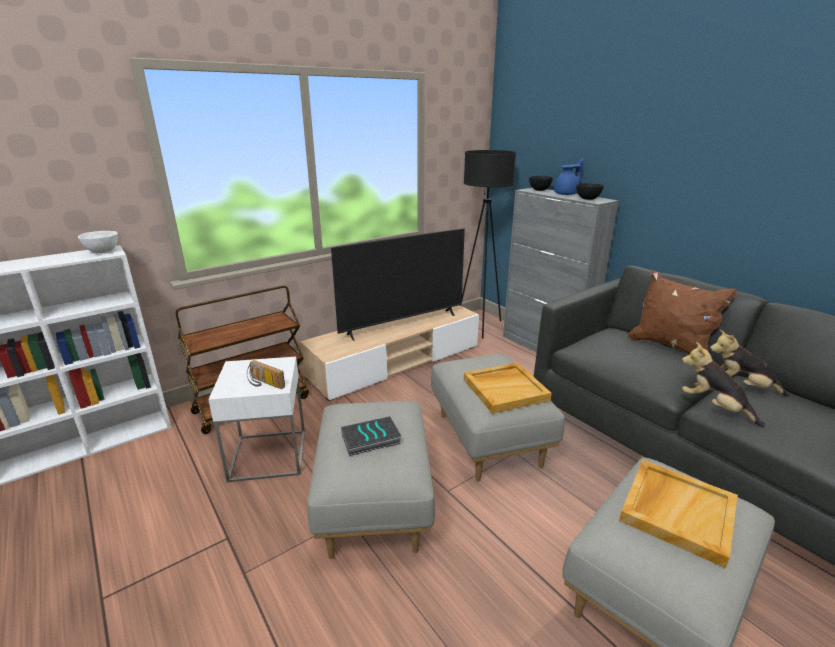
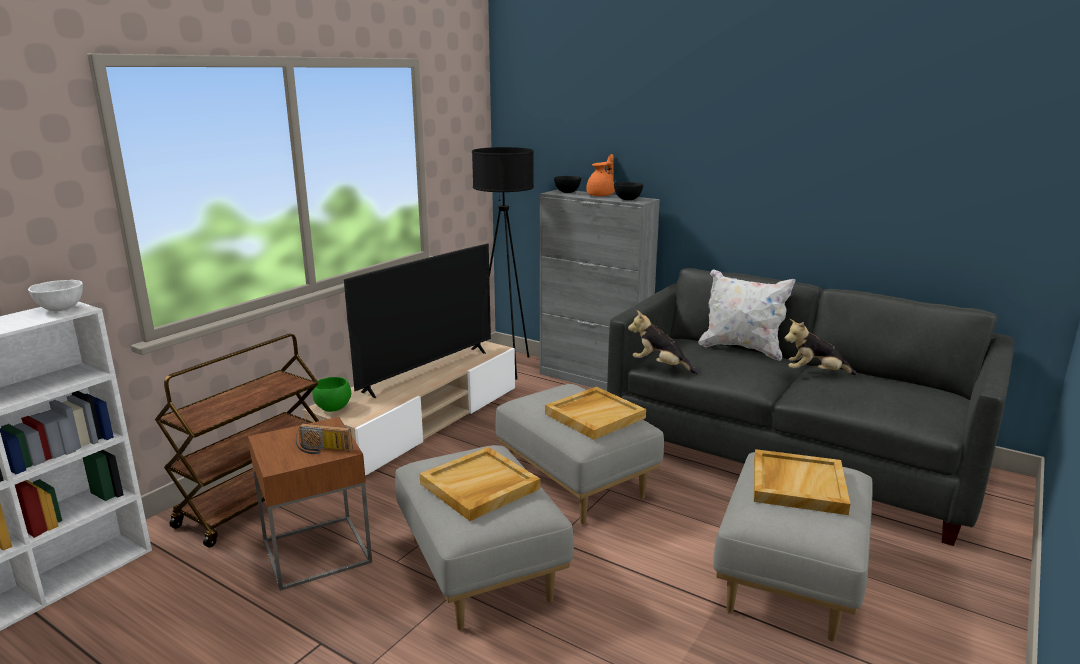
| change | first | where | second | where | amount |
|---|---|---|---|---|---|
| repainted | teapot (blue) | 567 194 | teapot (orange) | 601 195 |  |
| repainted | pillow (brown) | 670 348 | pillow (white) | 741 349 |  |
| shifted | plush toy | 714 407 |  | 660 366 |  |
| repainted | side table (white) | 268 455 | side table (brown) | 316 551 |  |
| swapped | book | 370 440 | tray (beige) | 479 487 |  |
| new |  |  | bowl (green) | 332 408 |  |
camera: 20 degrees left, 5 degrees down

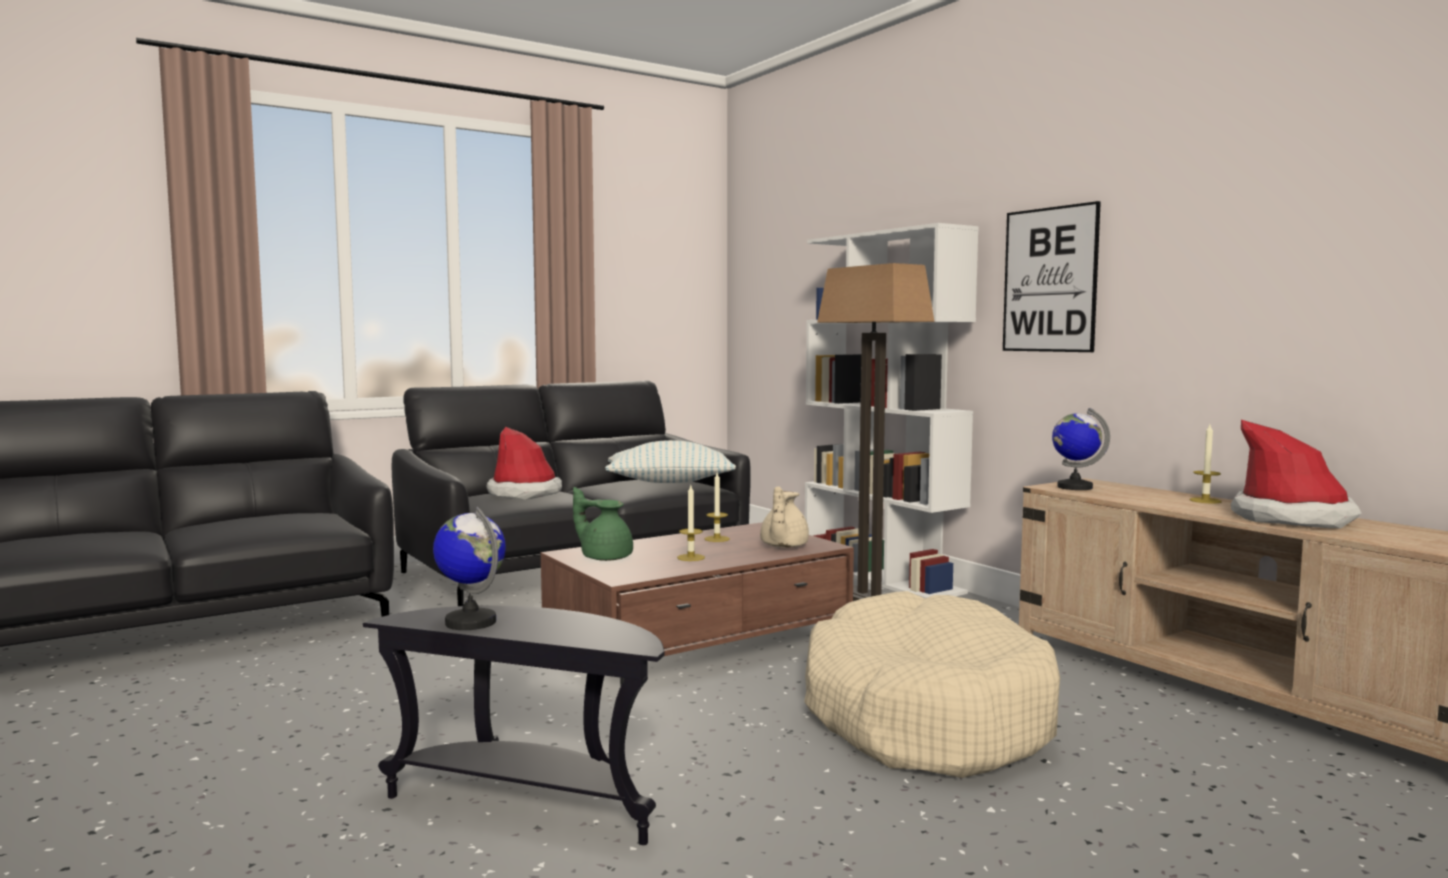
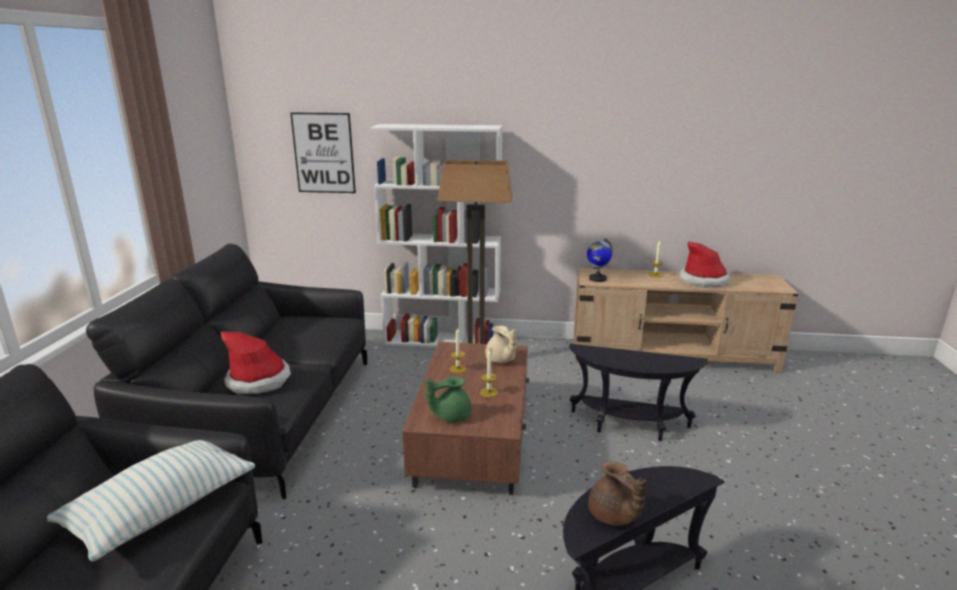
| change | first | where | second | where | amount |
|---|---|---|---|---|---|
| shifted | picture | 1049 280 |  | 324 153 |  |
| shifted | pillow | 670 482 |  | 162 510 |  |
| swapped | globe | 471 622 | teapot (brown) | 613 516 |  |
| swapped | dog bed (beige) | 924 716 | side table (black) | 629 426 |  |
camera: 50 degrees left, 15 degrees up

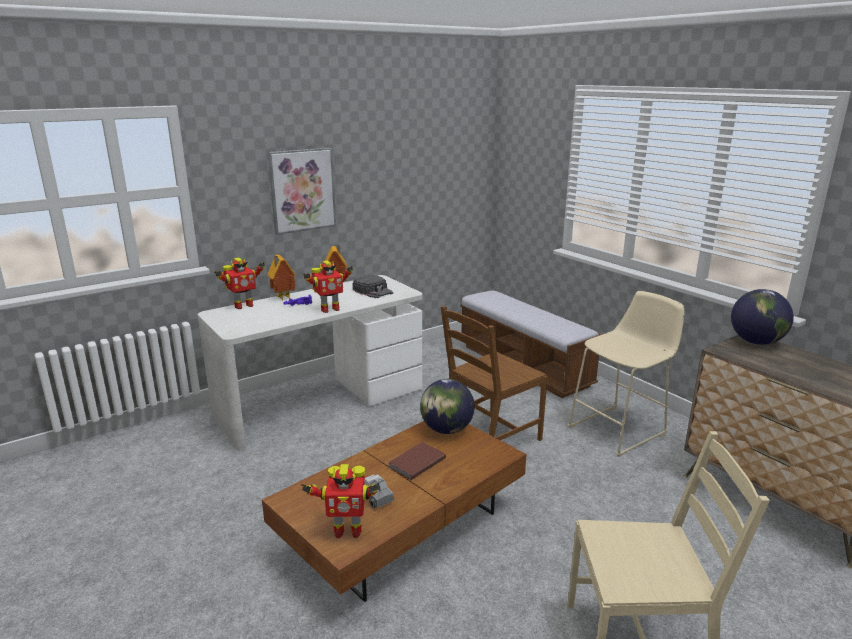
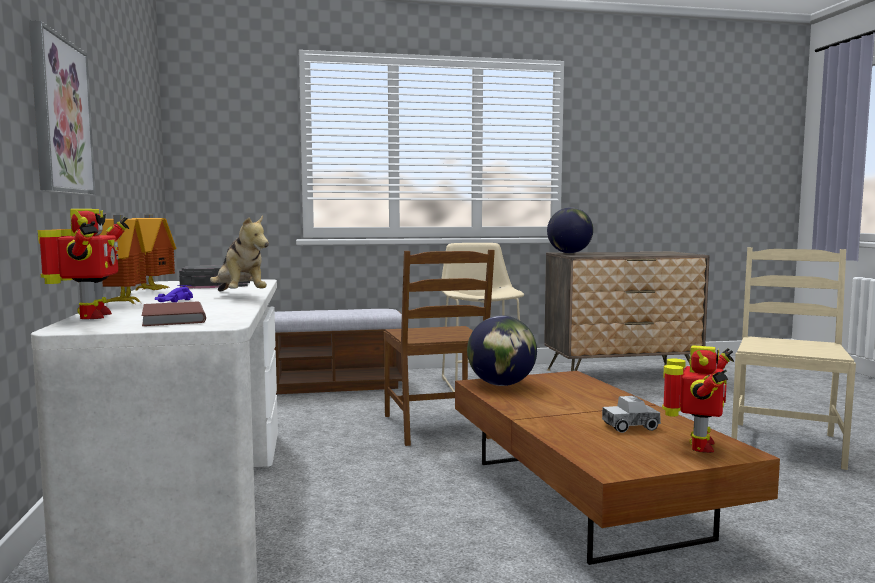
| change | first | where | second | where | amount |
|---|---|---|---|---|---|
| swapped | toy robot | 329 309 | plush toy | 240 296 |  |
| shifted | book (brown) | 415 462 |  | 171 318 |  |
camera: 65 degrees left, 15 degrees down

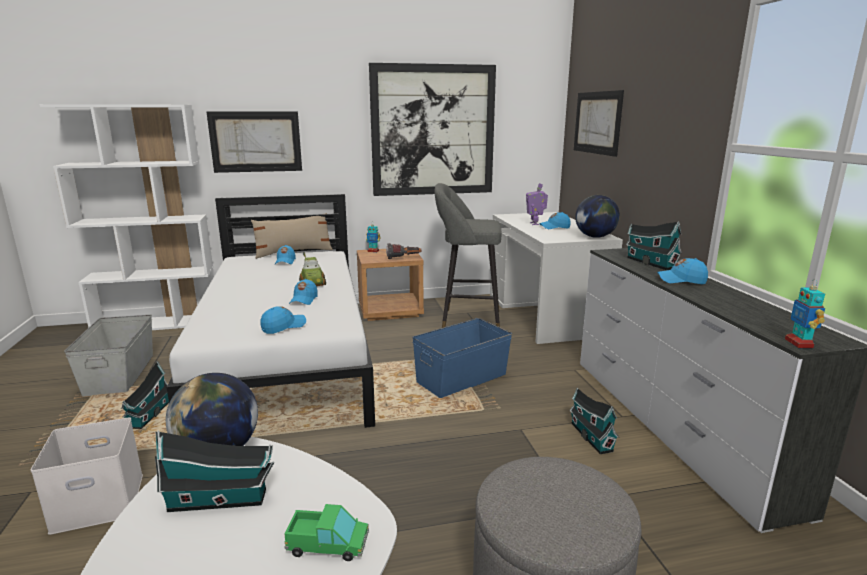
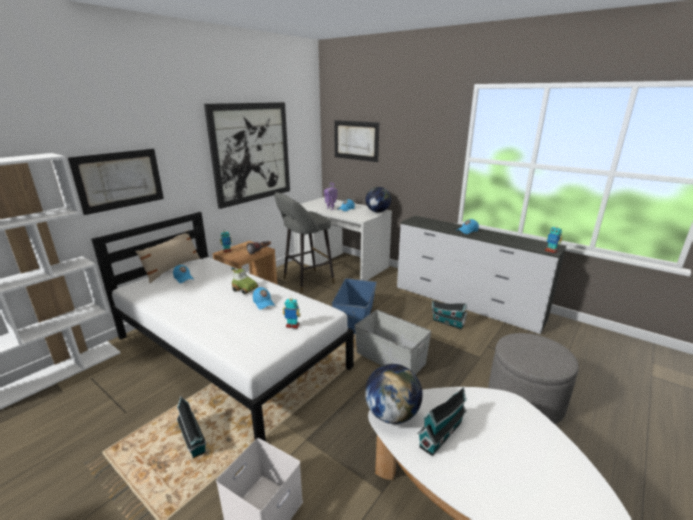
| change | first | where | second | where | amount |
|---|---|---|---|---|---|
| gone | toy house | 649 262 |  |  |  |
| swapped | cap (blue) | 283 327 | toy robot | 292 326 |  |
| shifted | storage box (grey) | 121 374 |  | 390 357 |  |
| gone | toy truck | 328 544 |  |  |  |
camera: 40 degrees left, 5 degrees up

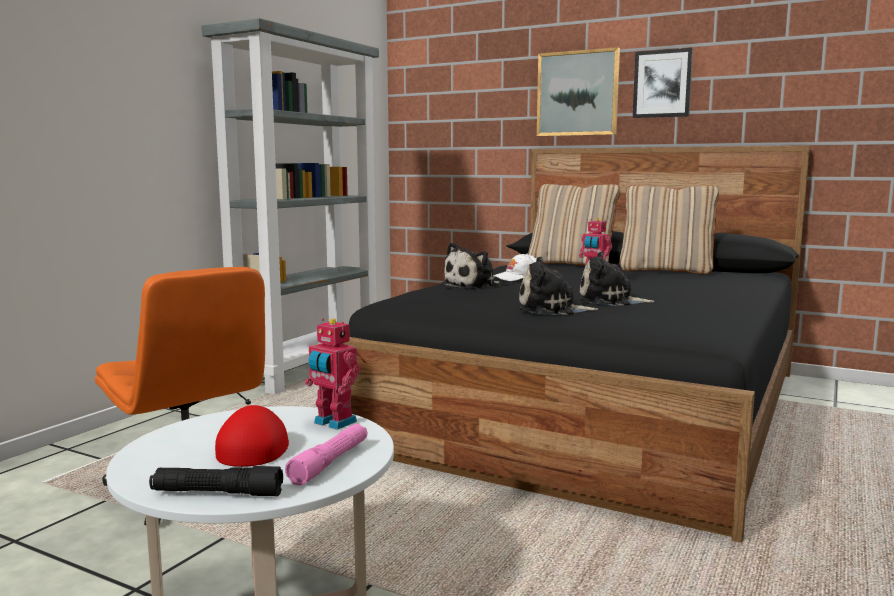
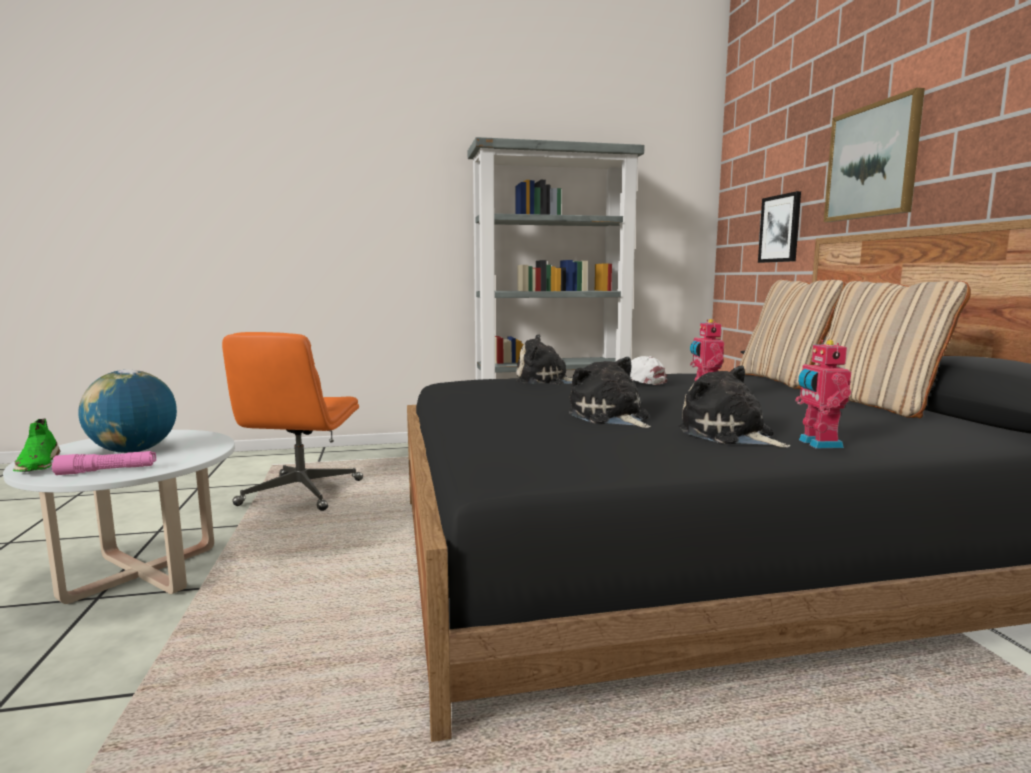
| change | first | where | second | where | amount |
|---|---|---|---|---|---|
| shifted | picture | 662 84 |  | 780 228 |  |
| shifted | plush toy | 551 310 |  | 729 435 |  |
| shifted | toy robot | 333 423 |  | 817 443 |  |
| swapped | cap (red) | 255 446 | globe | 133 451 |  |
| swapped | flashlight (black) | 217 493 | shoe (green) | 38 465 |  |
camera: 50 degrees right, 0 degrees up

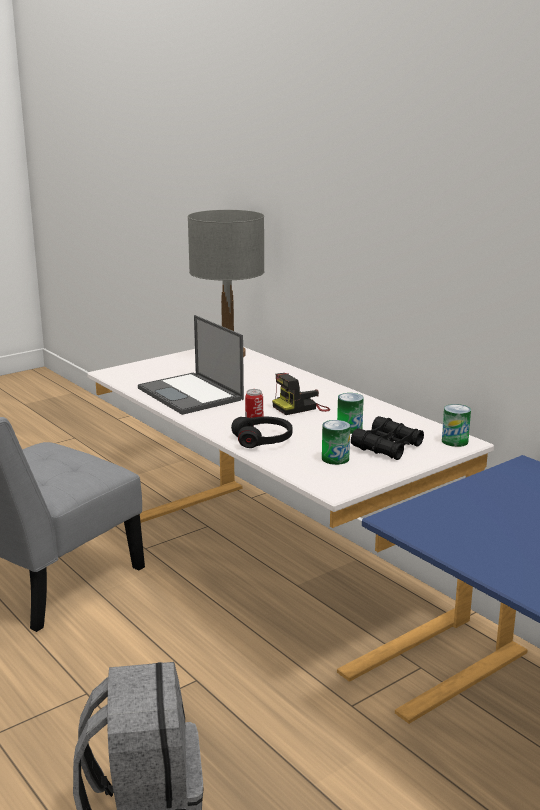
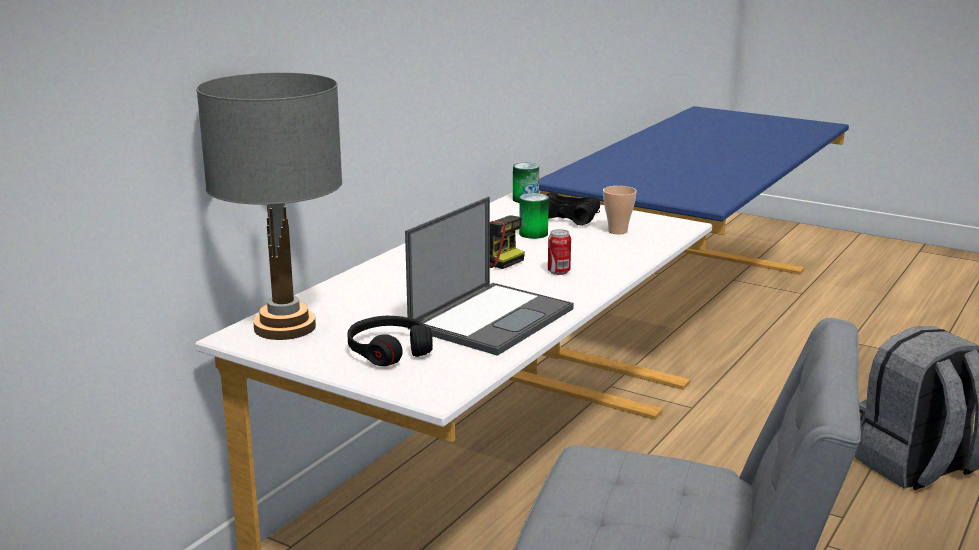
| change | first | where | second | where | amount |
|---|---|---|---|---|---|
| shifted | headphones (black) | 263 440 |  | 389 351 |  |
| swapped | can | 335 459 | cup | 618 231 |  |
camera: 110 degrees left, 0 degrees up

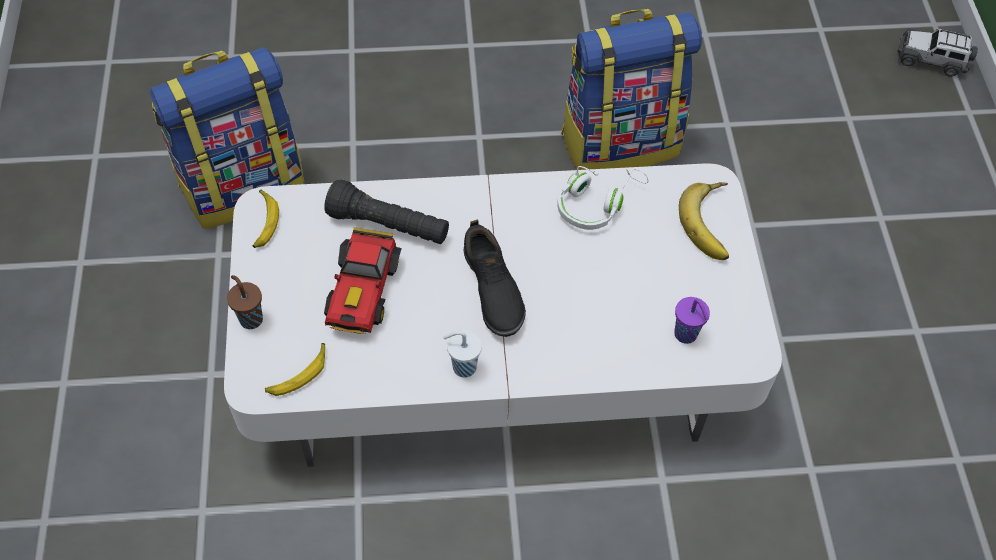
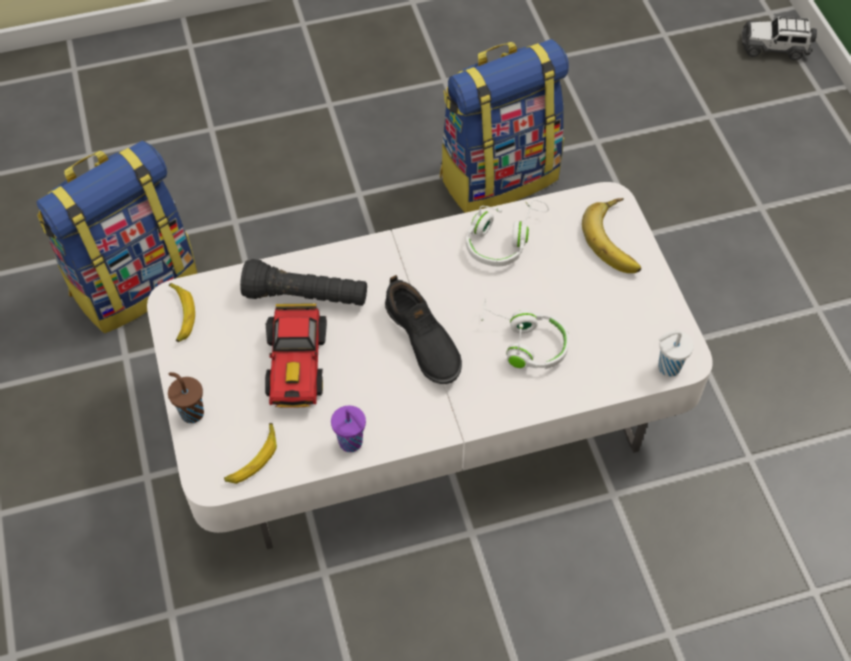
| change | first | where | second | where | amount |
|---|---|---|---|---|---|
| shifted | cup (purple) | 686 335 |  | 351 443 |  |
| shifted | cup (white) | 462 367 |  | 667 367 |  |
| new |  |  | headphones (white) | 523 342 |  |
camera: 10 degrees left, 0 degrees up

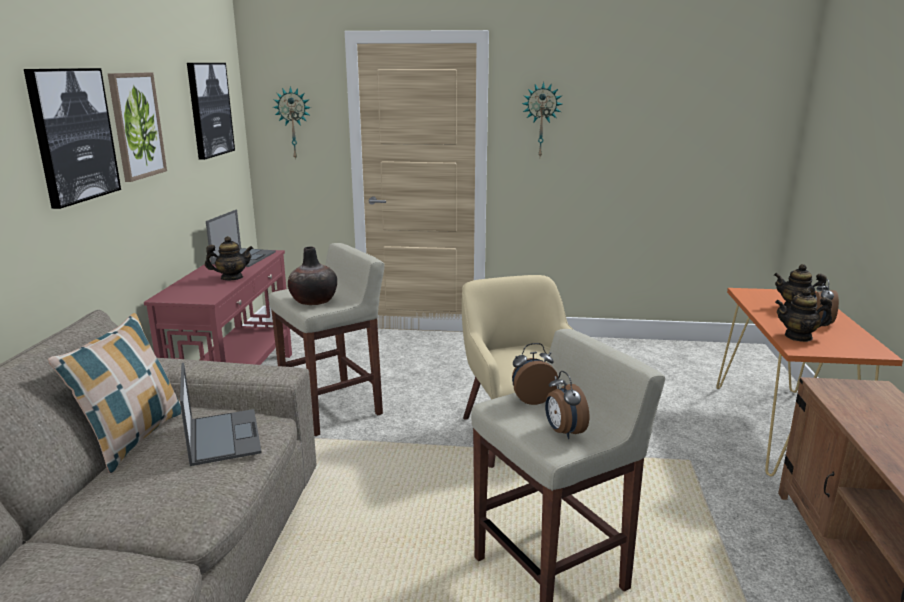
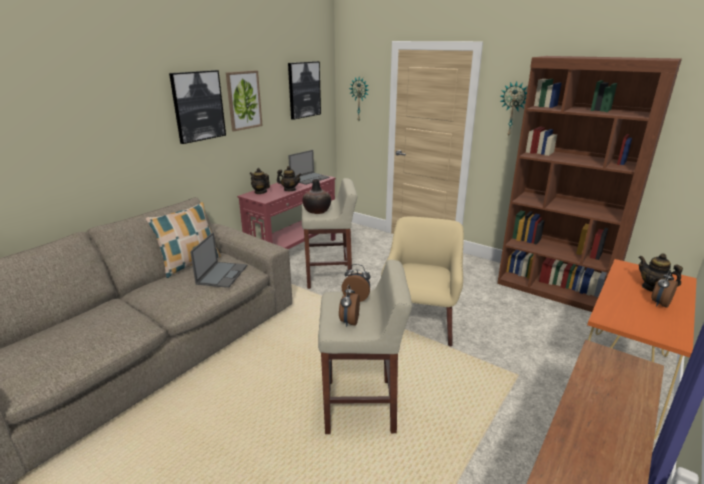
| change | first | where | second | where | amount |
|---|---|---|---|---|---|
| shifted | teapot | 798 336 |  | 260 192 |  |
| new |  |  | bookcase (brown) | 554 290 |  |
camera: 30 degrees right, 5 degrees up

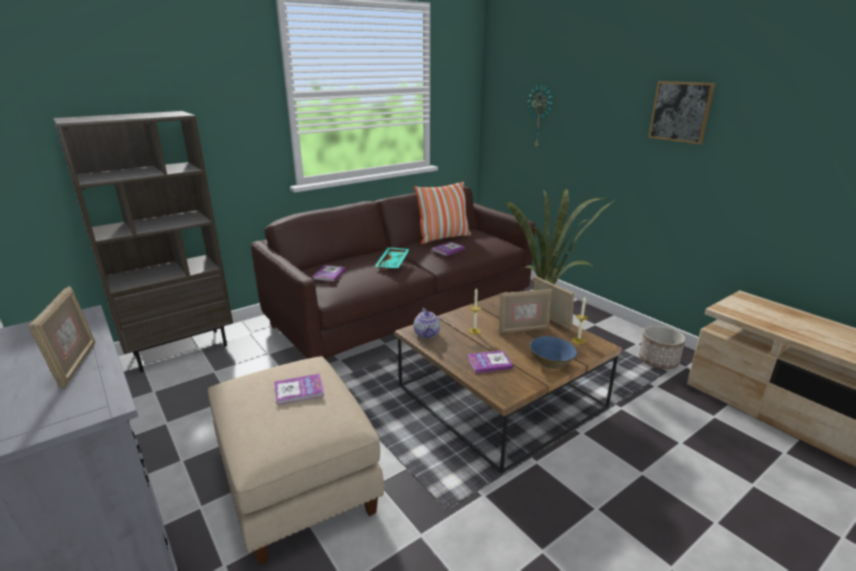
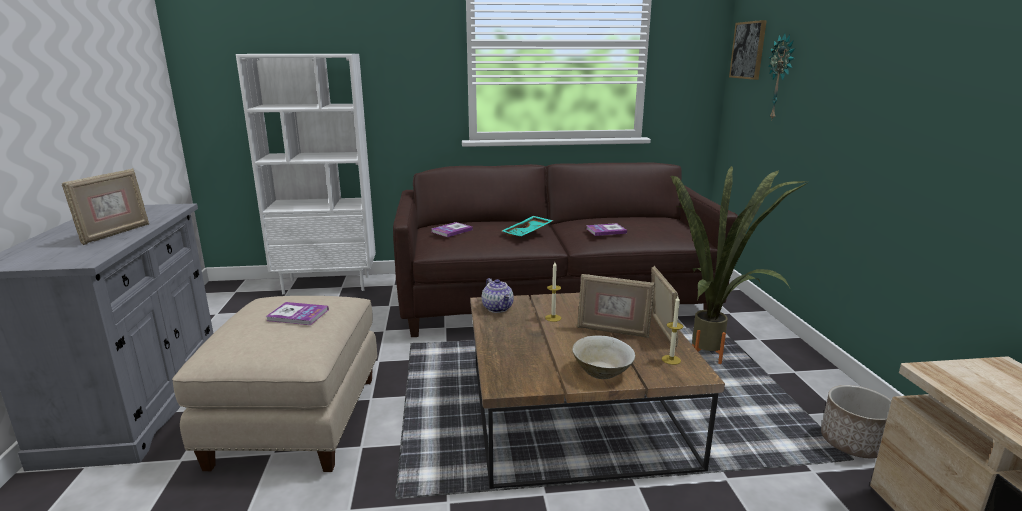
| change | first | where | second | where | amount |
|---|---|---|---|---|---|
| shifted | picture | 680 111 |  | 748 50 |  |
| repainted | bookcase (brown) | 181 349 | bookcase (white) | 327 284 |  |
| gone | pillow | 443 238 |  |  |  |
| rotated | teapot | 427 334 |  | 498 308 | 45 degrees counterclockwise |
| repainted | bowl (blue) | 551 363 | bowl (beige) | 602 372 |  |
| gone | book | 489 363 |  |  |  |
camera: 30 degrees right, 5 degrees down

